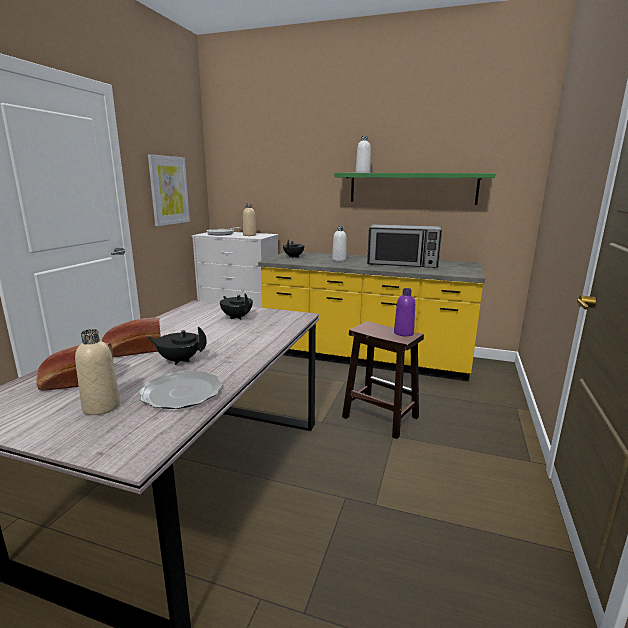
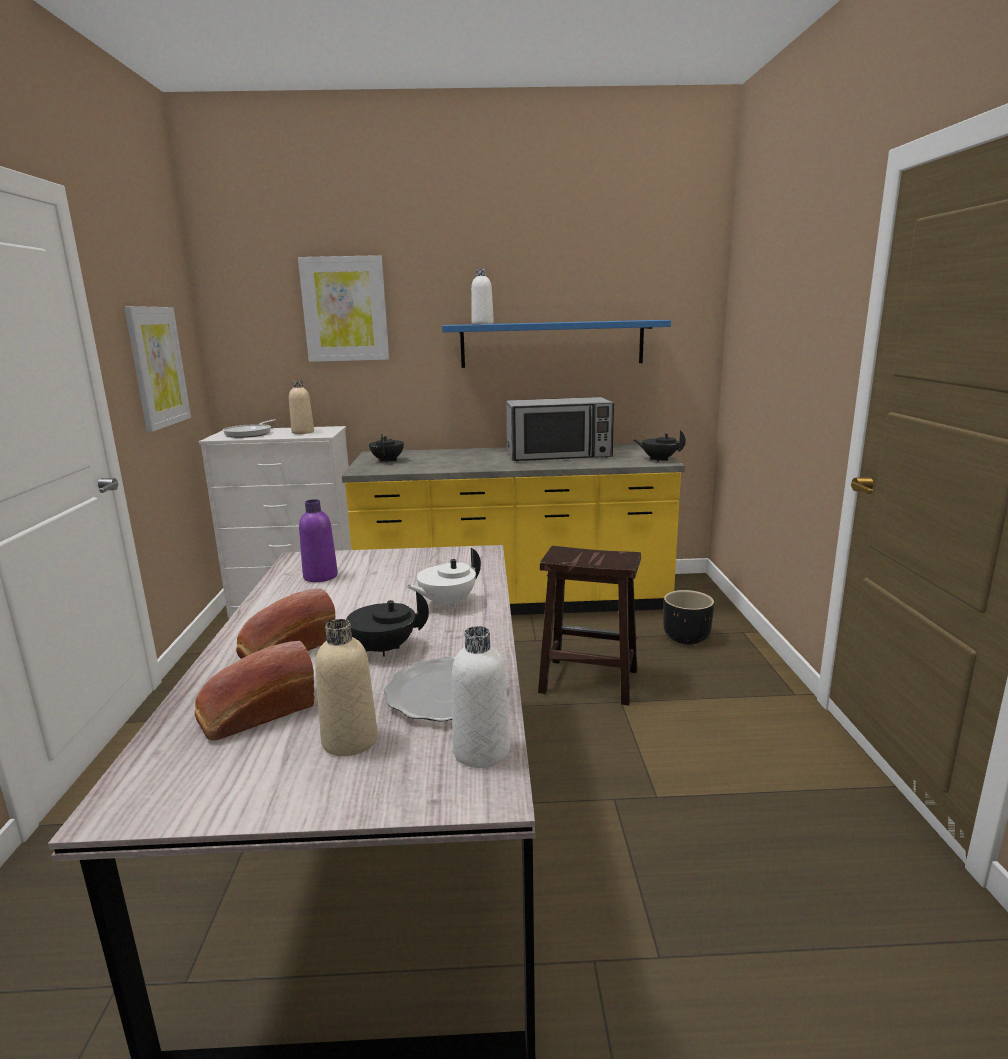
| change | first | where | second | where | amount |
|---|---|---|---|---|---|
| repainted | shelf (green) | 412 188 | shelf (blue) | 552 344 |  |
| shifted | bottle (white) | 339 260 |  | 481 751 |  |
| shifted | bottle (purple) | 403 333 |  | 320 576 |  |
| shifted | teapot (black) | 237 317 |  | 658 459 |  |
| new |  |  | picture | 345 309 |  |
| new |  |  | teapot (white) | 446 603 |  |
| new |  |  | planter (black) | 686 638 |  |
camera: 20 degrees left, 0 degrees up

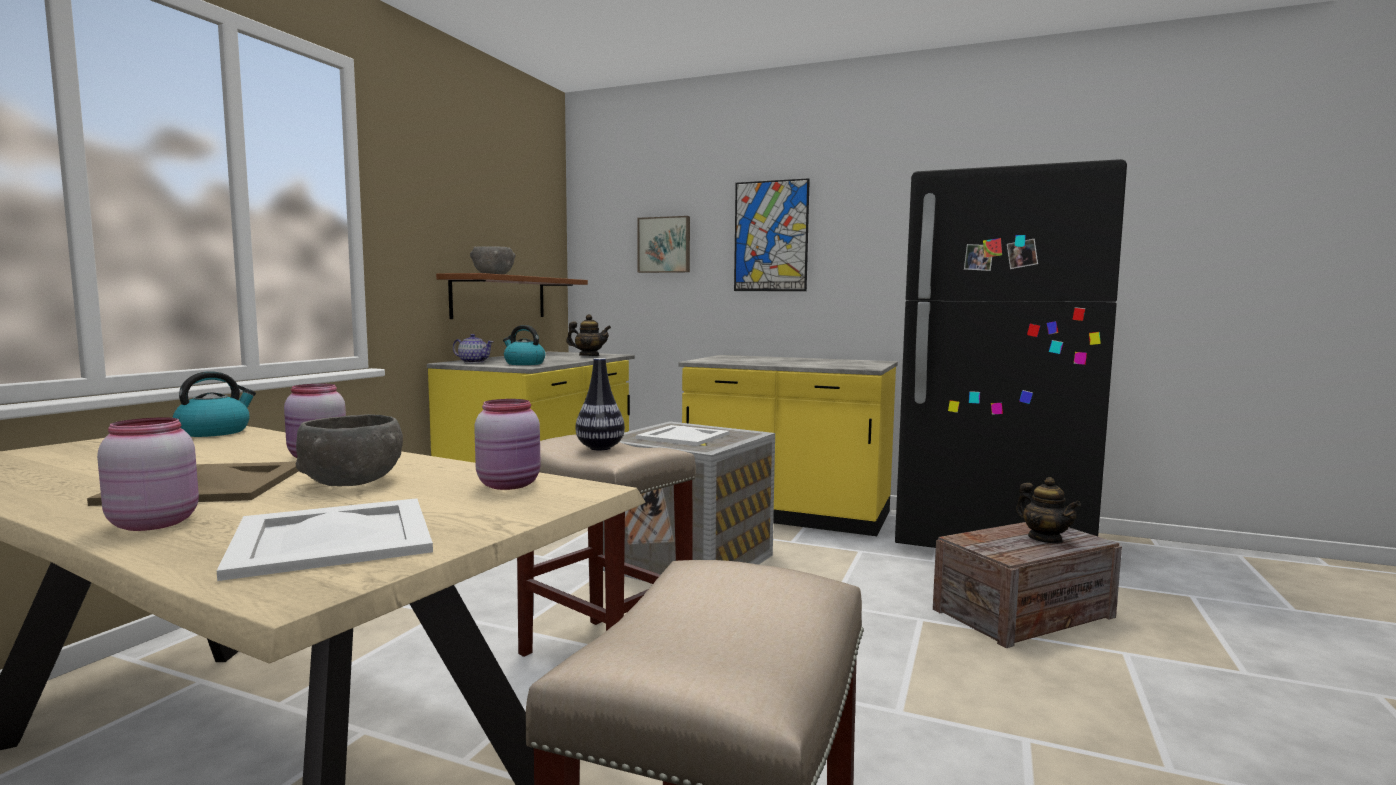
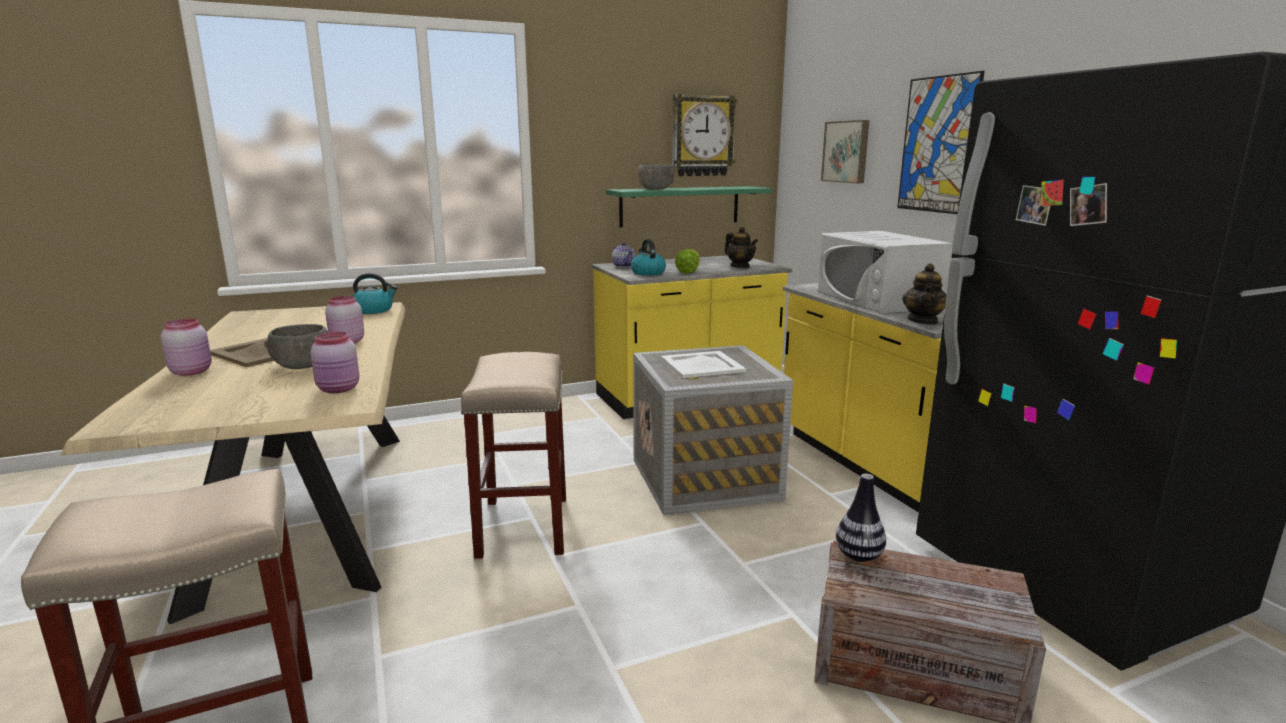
| change | first | where | second | where | amount |
|---|---|---|---|---|---|
| repainted | shelf (brown) | 499 297 | shelf (green) | 680 206 |  |
| shifted | vase | 600 448 |  | 859 556 |  |
| shifted | teapot | 1045 539 |  | 923 321 |  |
| gone | tray (white) | 335 536 |  |  |  |
| new |  |  | wall clock | 702 136 |  |
| new |  |  | microwave (white) | 877 299 |  |
| new |  |  | lettuce | 688 272 |  |
camera: 45 degrees right, 10 degrees up

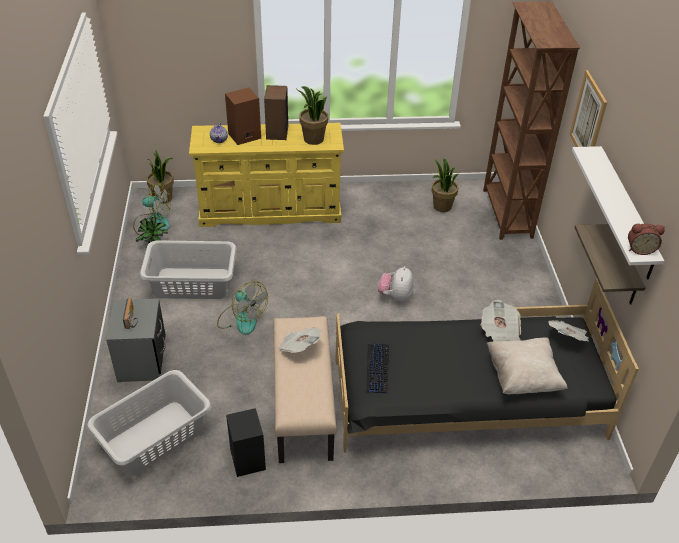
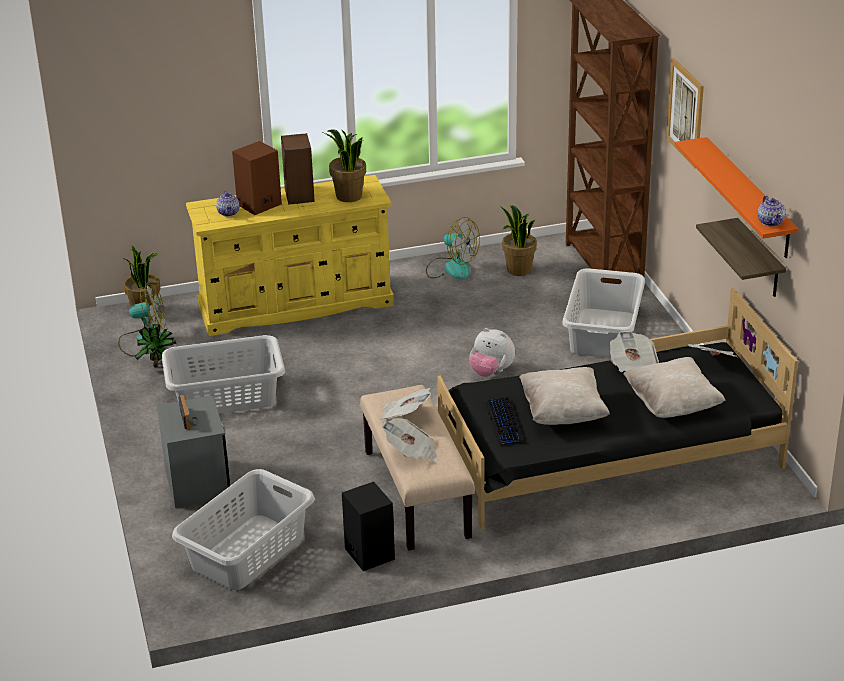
| change | first | where | second | where | amount |
|---|---|---|---|---|---|
| repainted | shelf (white) | 625 212 | shelf (orange) | 748 198 |  |
| swapped | alarm clock | 640 249 | teapot | 770 222 |  |
| rotated | plush toy | 395 297 |  | 491 372 | 60 degrees counterclockwise |
| shifted | fan | 241 319 |  | 451 268 |  |
| new |  |  | laundry basket (grey) | 604 333 |  |
| new |  |  | pillow (beige) | 563 413 |  |
| new |  |  | newspaper | 411 453 |  |
camera: 10 degrees left, 10 degrees down

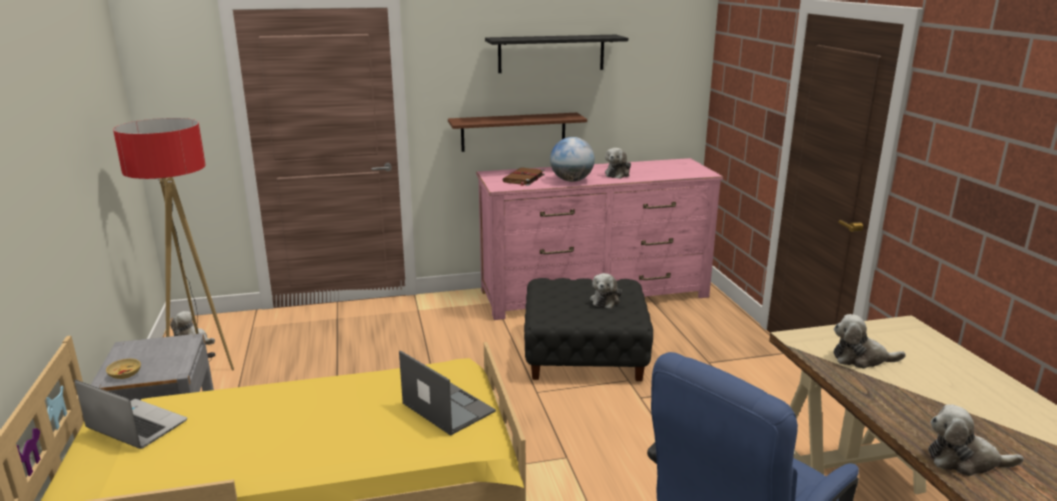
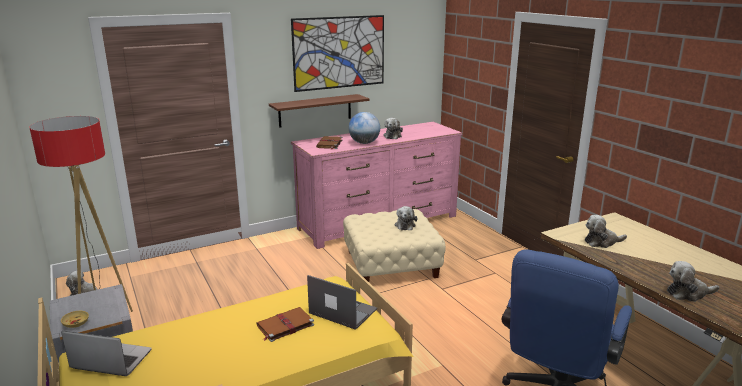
| change | first | where | second | where | amount |
|---|---|---|---|---|---|
| swapped | shelf (black) | 551 53 | picture | 339 52 |  |
| repainted | ottoman (black) | 585 353 | ottoman (beige) | 391 264 |  |
| new |  |  | book (brown) | 284 326 |  |
camera: 15 degrees left, 0 degrees up

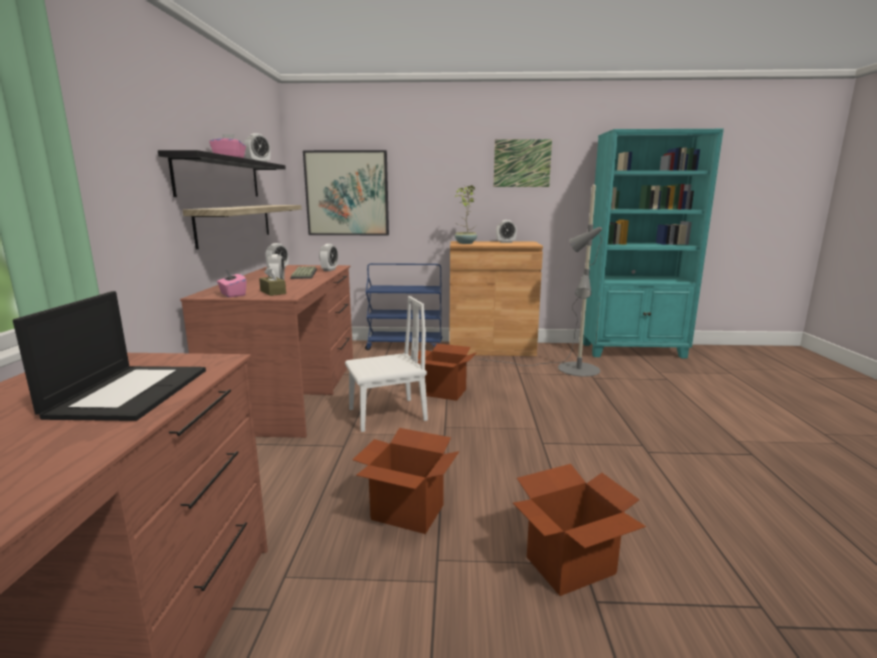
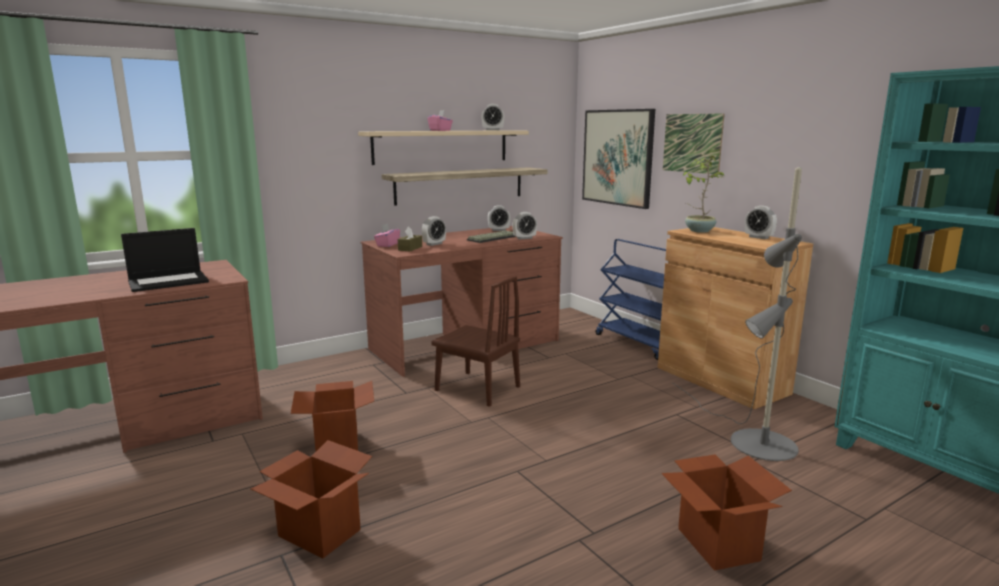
| change | first | where | second | where | amount |
|---|---|---|---|---|---|
| shifted | picture | 522 163 |  | 692 143 |  |
| repainted | shelf (black) | 220 178 | shelf (beige) | 441 146 |  |
| repainted | chair (white) | 387 414 | chair (brown) | 477 388 |  |
| shifted | cardboard box | 444 392 |  | 717 544 |  |
camera: 55 degrees right, 0 degrees up

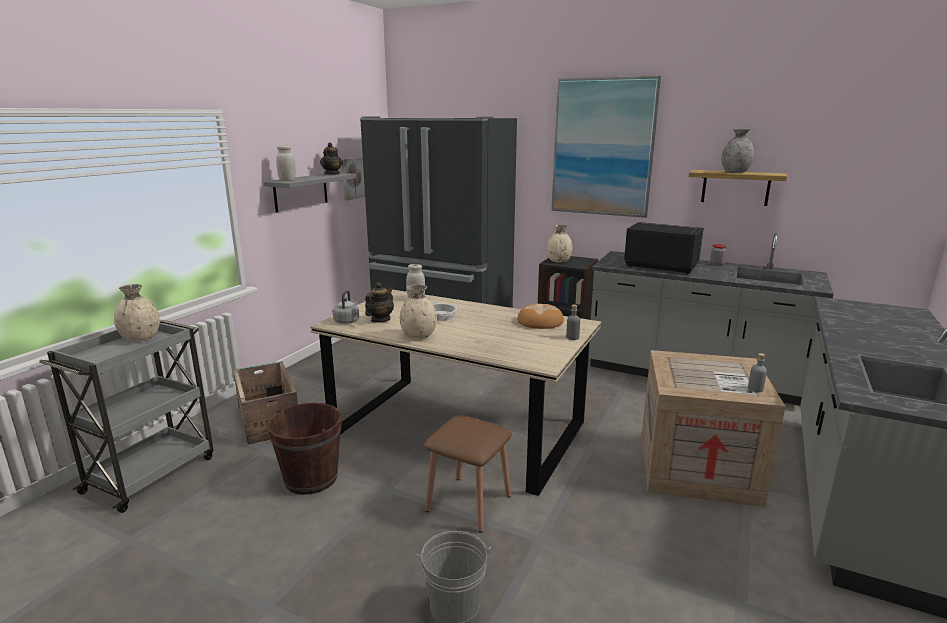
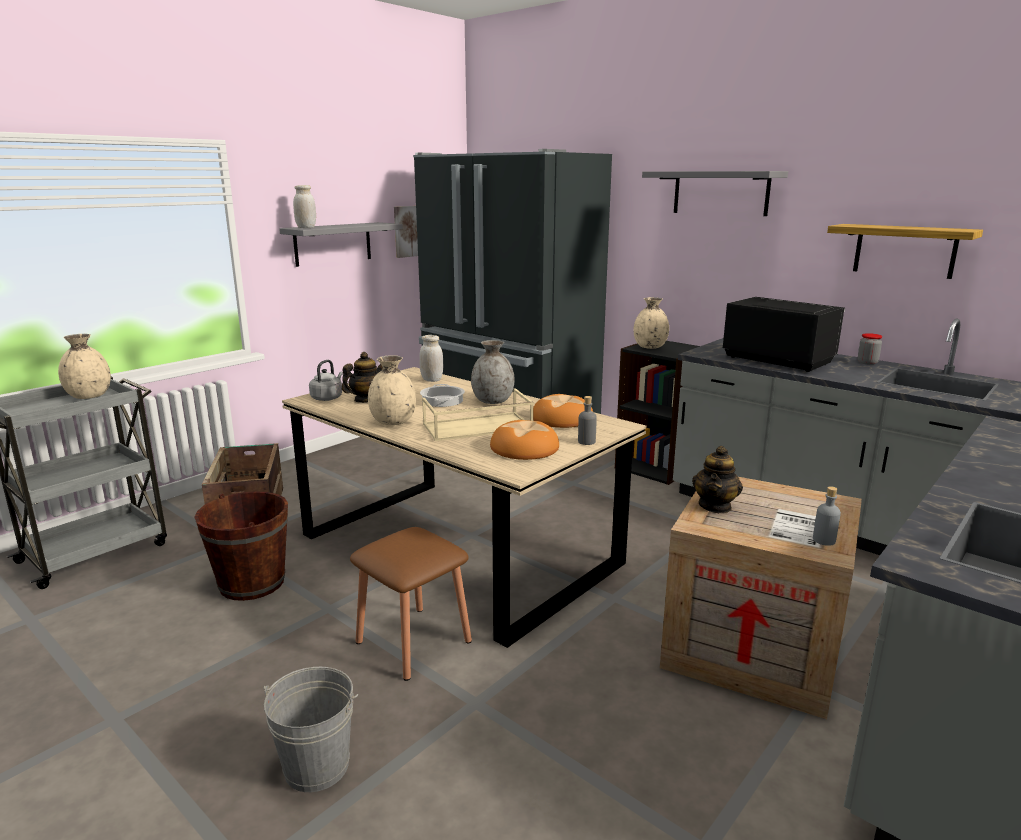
| change | first | where | second | where | amount |
|---|---|---|---|---|---|
| swapped | picture | 603 147 | shelf (grey) | 720 193 |  |
| shifted | vase (grey) | 735 172 |  | 493 401 |  |
| shifted | teapot | 332 174 |  | 715 506 |  |
| new |  |  | tray (beige) | 476 427 |  |
| new |  |  | bread | 523 448 |  |
camera: 15 degrees right, 0 degrees up

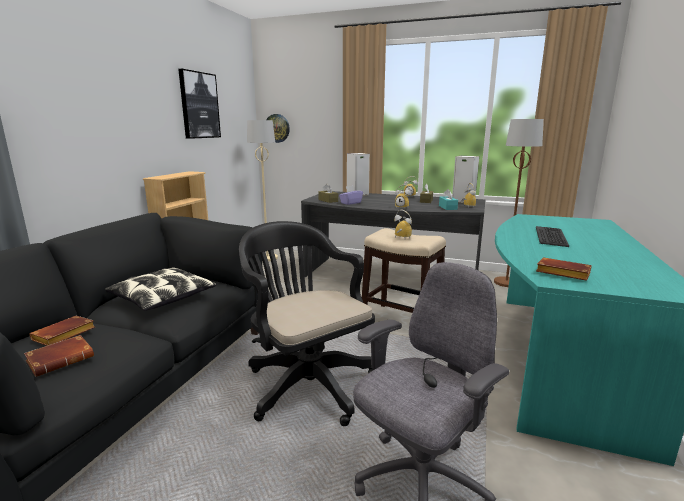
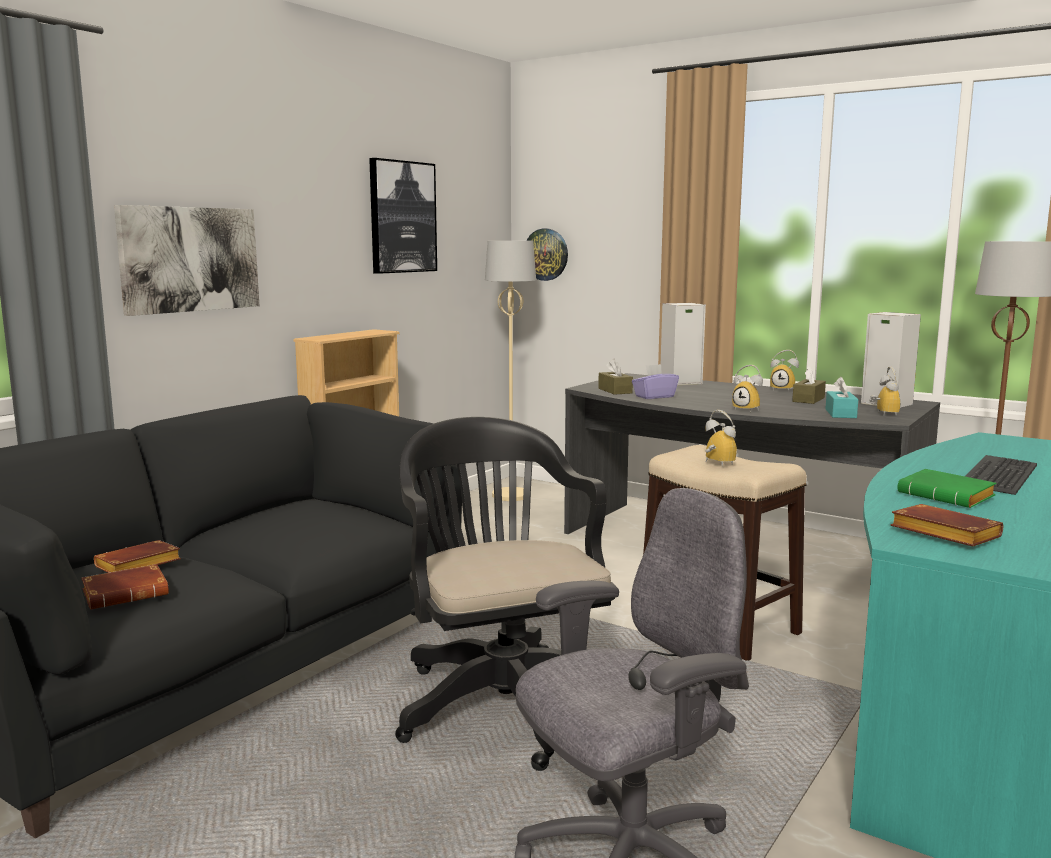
| change | first | where | second | where | amount |
|---|---|---|---|---|---|
| gone | pillow | 163 298 |  |  |  |
| new |  |  | picture | 189 259 |  |
| new |  |  | book (green) | 948 496 |  |
camera: 15 degrees right, 5 degrees down

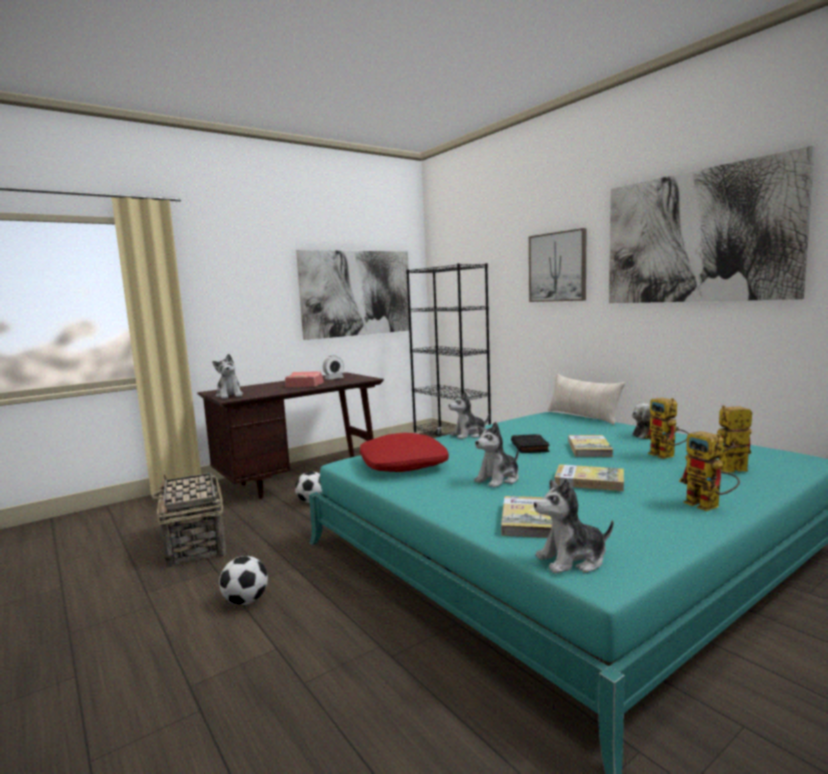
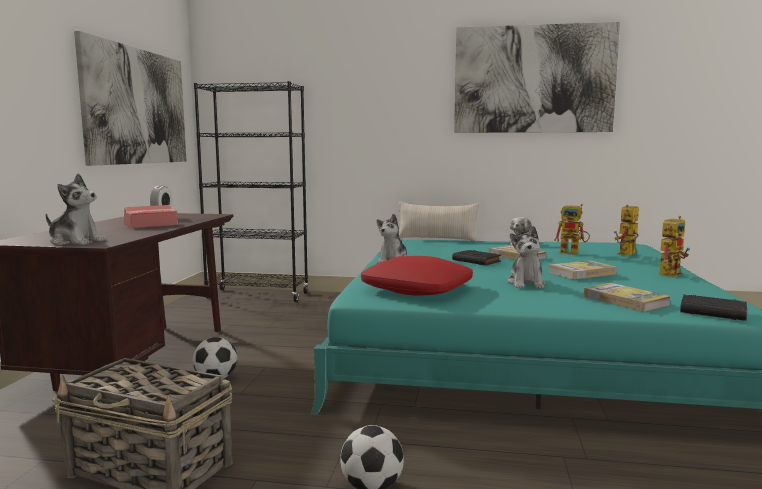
| change | first | where | second | where | amount |
|---|---|---|---|---|---|
| gone | picture | 557 267 |  |  |  |
| rotated | toy robot | 709 506 |  | 670 273 | 60 degrees counterclockwise |
| swapped | plush toy | 572 560 | book (black) | 713 312 |  |
camera: 45 degrees left, 0 degrees up

